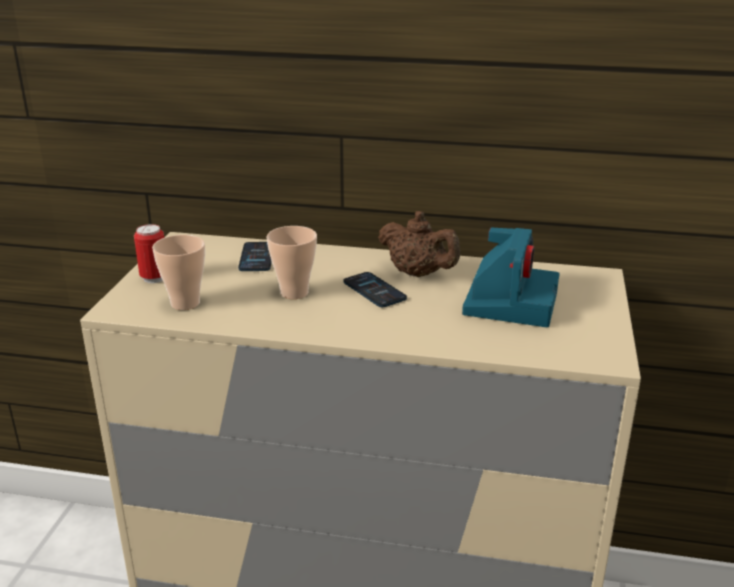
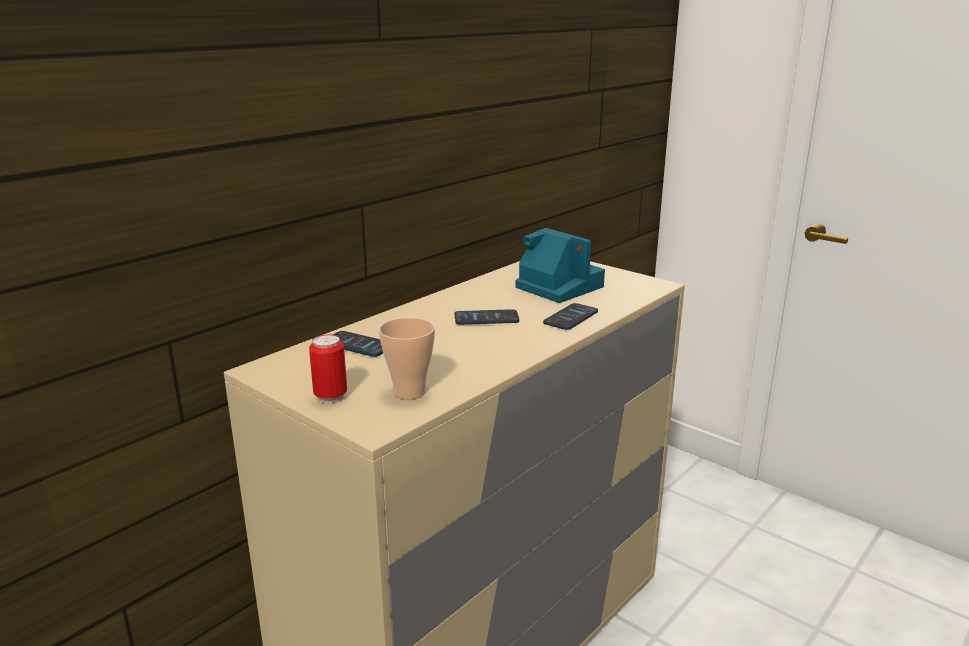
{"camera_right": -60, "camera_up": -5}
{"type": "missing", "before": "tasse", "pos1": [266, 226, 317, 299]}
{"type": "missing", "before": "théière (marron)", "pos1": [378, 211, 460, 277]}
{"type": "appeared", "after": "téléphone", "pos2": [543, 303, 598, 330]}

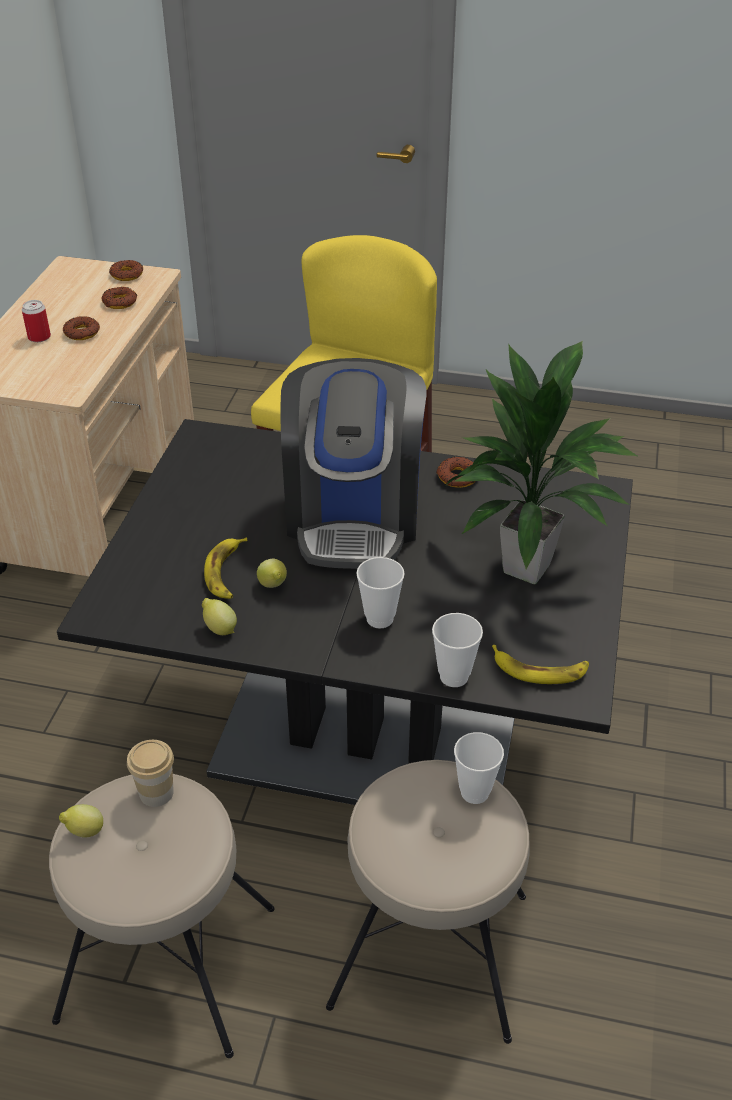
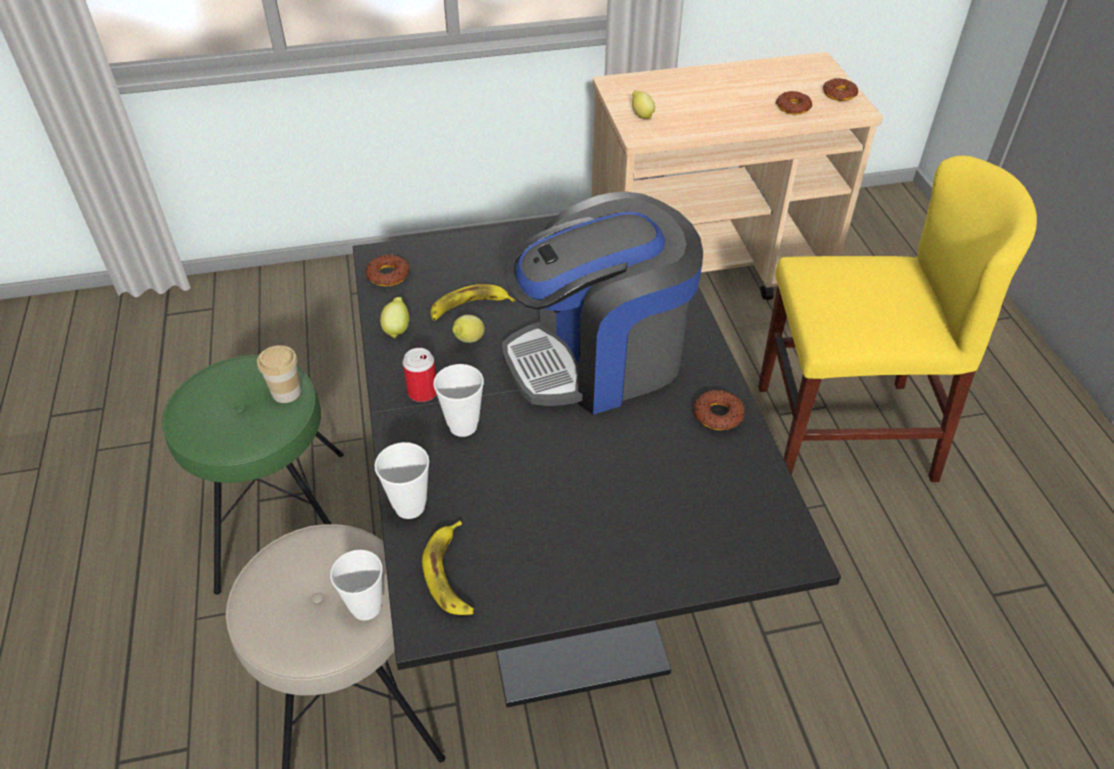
{"camera_right": 65, "camera_up": 5}
{"type": "missing", "before": "plante en pot", "pos1": [445, 341, 637, 584]}
{"type": "relocated", "before": "boîte métallique", "pos1": [22, 300, 51, 342], "pos2": [403, 348, 437, 402]}
{"type": "relocated", "before": "citron", "pos1": [59, 804, 103, 837], "pos2": [632, 90, 655, 119]}
{"type": "relocated", "before": "beignet", "pos1": [63, 316, 100, 340], "pos2": [365, 254, 409, 287]}
{"type": "colour", "before": "tabouret (beige)", "after": "tabouret (vert)", "pos1": [49, 774, 275, 1058], "pos2": [162, 355, 344, 595]}

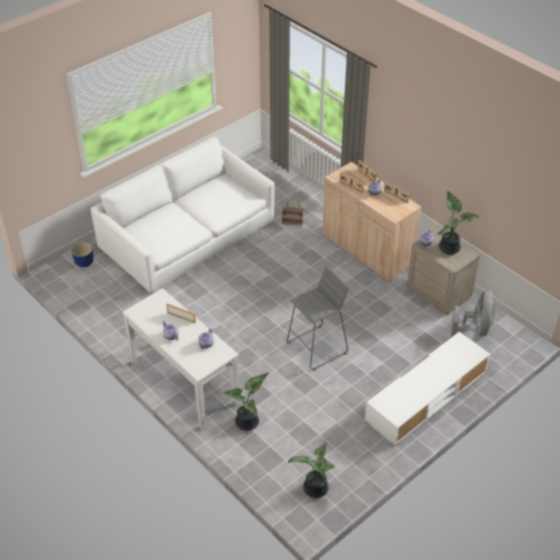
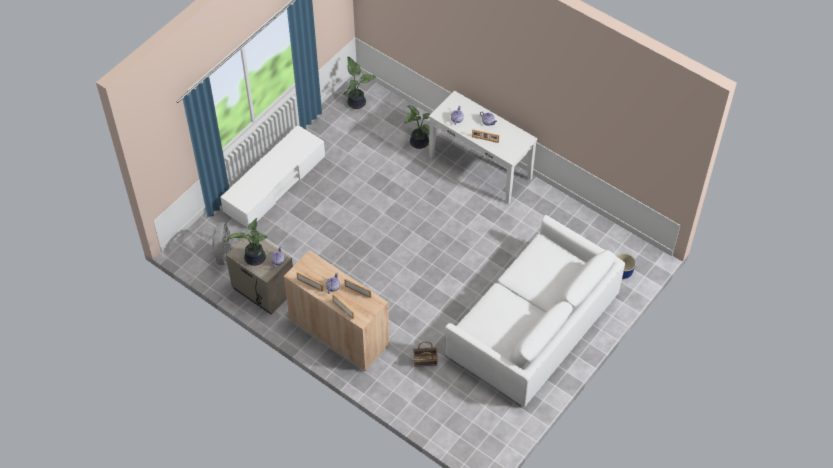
{"camera_right": 170, "camera_up": 10}
{"type": "missing", "before": "tabouret (gris)", "pos1": [286, 266, 348, 370]}

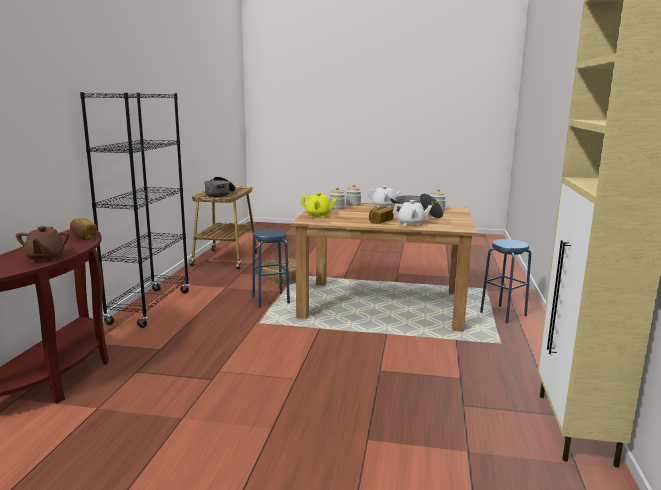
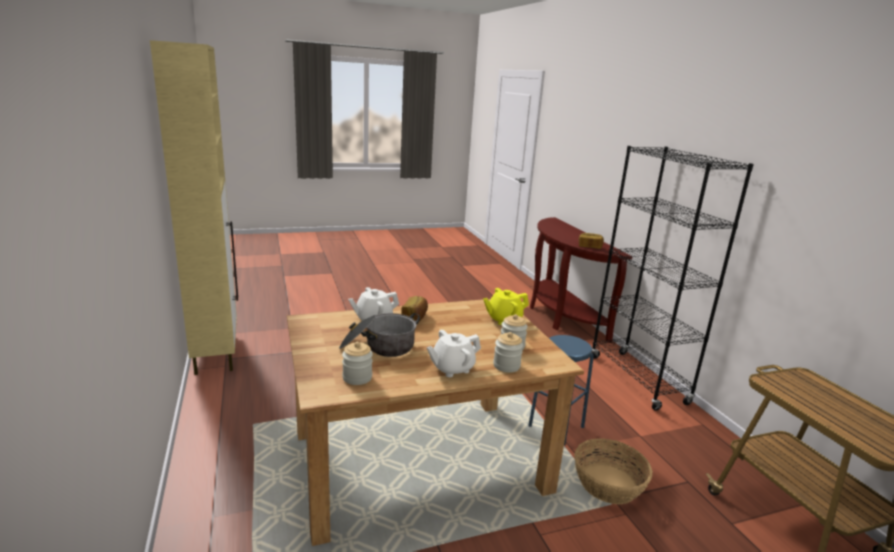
{"camera_right": 150, "camera_up": 5}
{"type": "missing", "before": "théière (marron)", "pos1": [16, 226, 69, 262]}
{"type": "missing", "before": "marmite", "pos1": [204, 177, 235, 197]}
{"type": "missing", "before": "tabouret (bleu)", "pos1": [480, 239, 531, 323]}

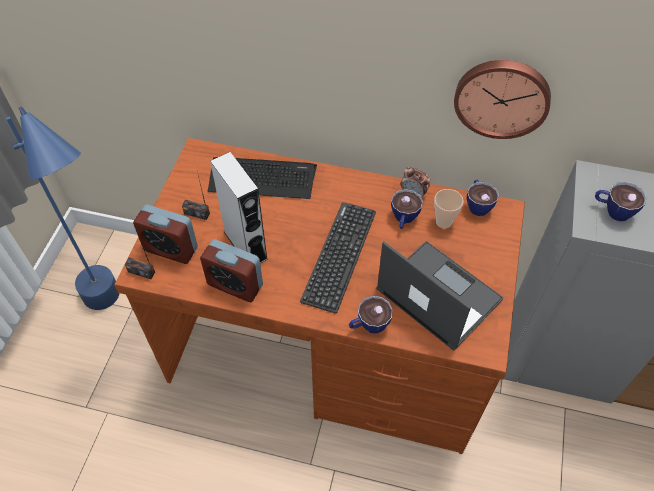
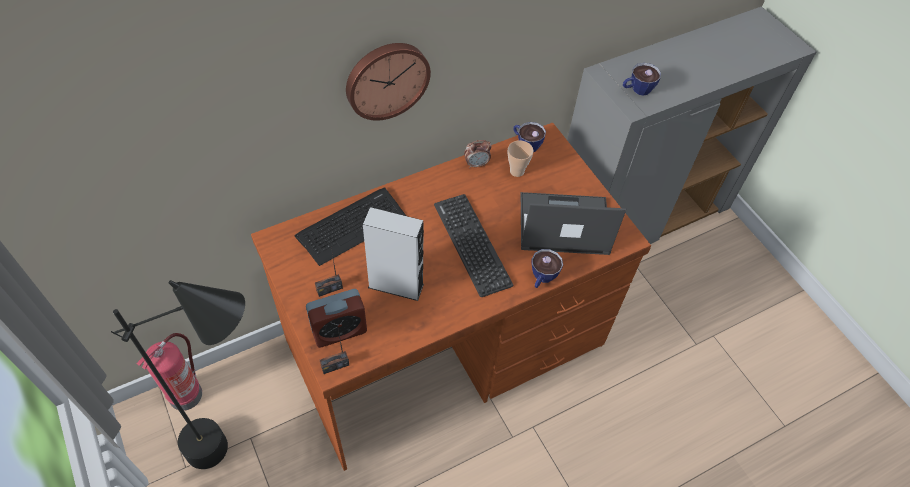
{"camera_right": -45, "camera_up": 0}
{"type": "missing", "before": "réveil", "pos1": [200, 239, 263, 302]}
{"type": "missing", "before": "tasse", "pos1": [391, 189, 423, 229]}
{"type": "appeared", "after": "extincteur", "pos2": [137, 333, 202, 411]}
{"type": "relocated", "before": "horloge murale", "pos1": [454, 60, 551, 139], "pos2": [346, 43, 431, 121]}
{"type": "colour", "before": "lampadaire (bleu)", "after": "lampadaire (noir)", "pos1": [6, 106, 120, 310], "pos2": [111, 280, 245, 469]}

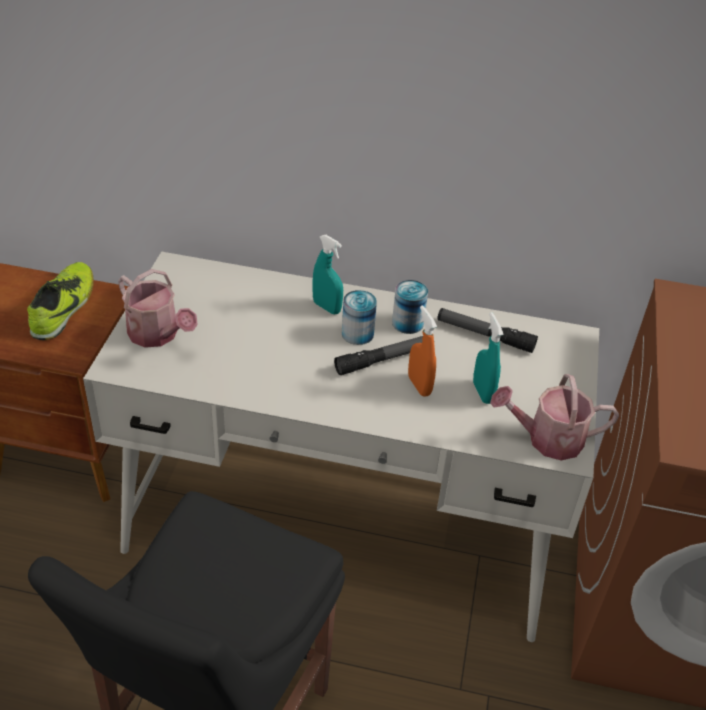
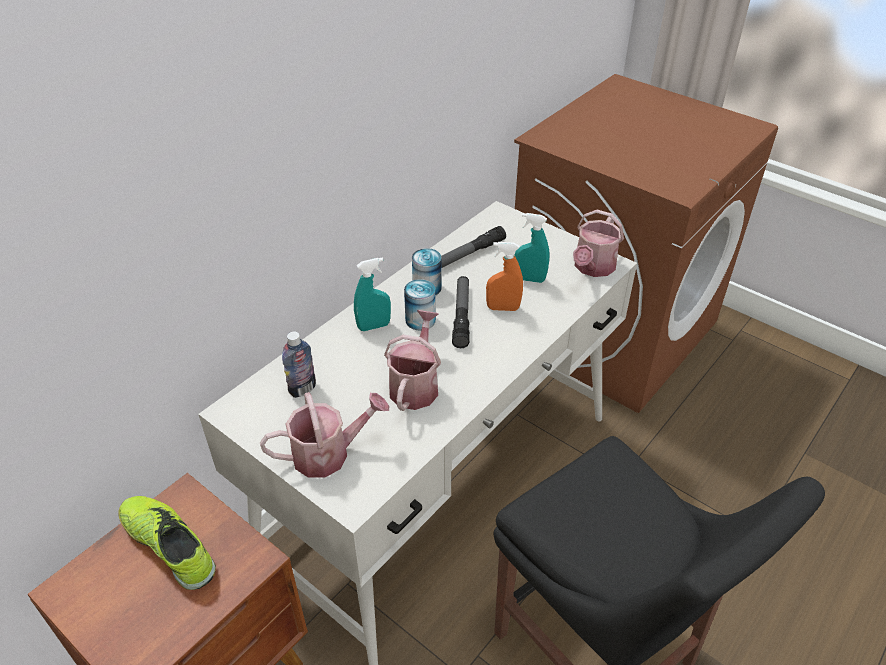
{"camera_right": -60, "camera_up": 0}
{"type": "appeared", "after": "bouteille", "pos2": [282, 331, 316, 398]}
{"type": "appeared", "after": "arrosoir", "pos2": [384, 310, 441, 411]}

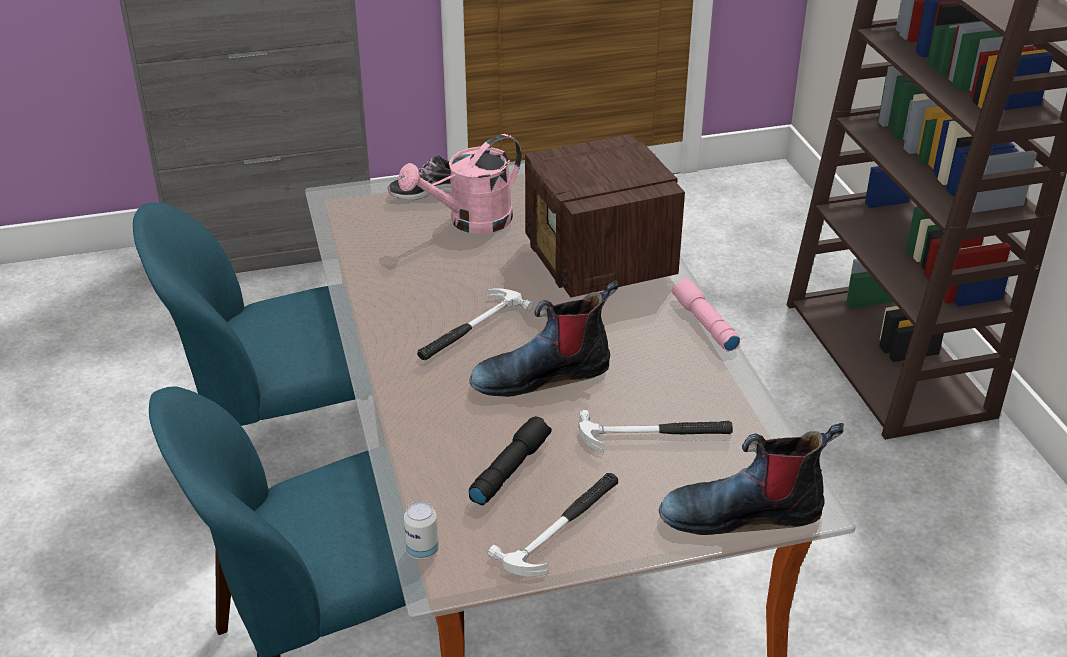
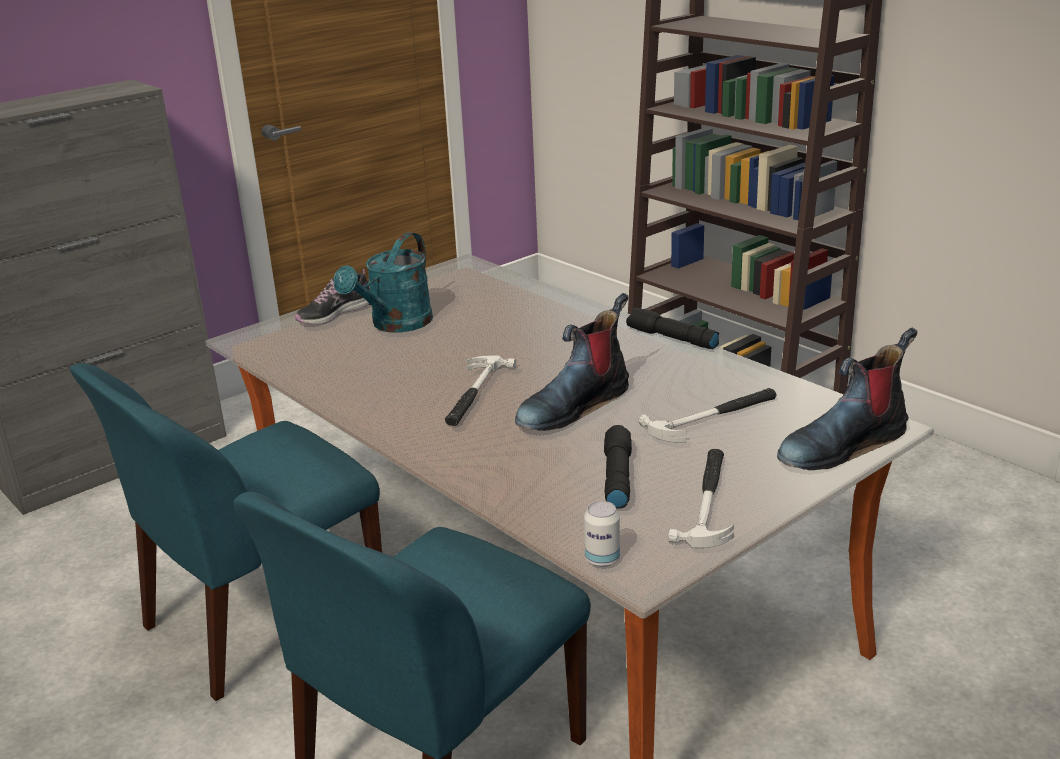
{"camera_right": -25, "camera_up": -10}
{"type": "missing", "before": "radio", "pos1": [525, 134, 685, 298]}
{"type": "colour", "before": "arrosoir (rose)", "after": "arrosoir (turquoise)", "pos1": [398, 134, 522, 234], "pos2": [333, 232, 433, 332]}
{"type": "colour", "before": "lampe de poche (rose)", "after": "lampe de poche (noir)", "pos1": [672, 278, 740, 352], "pos2": [626, 308, 719, 349]}

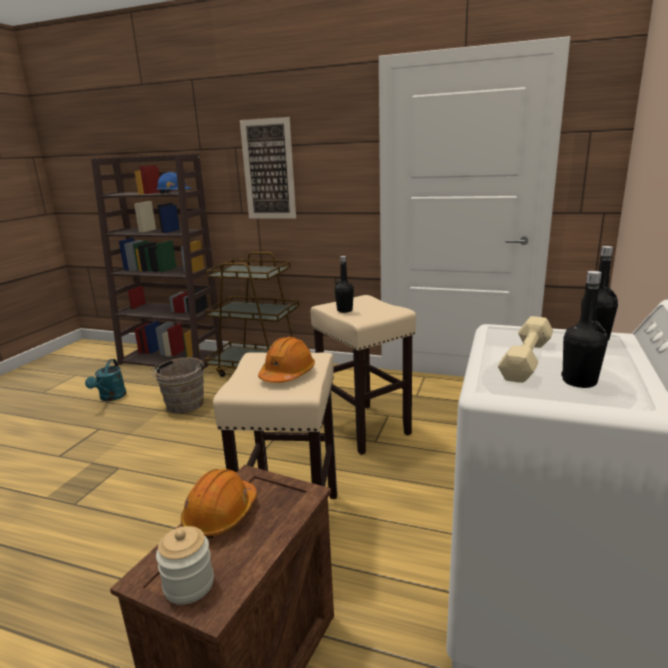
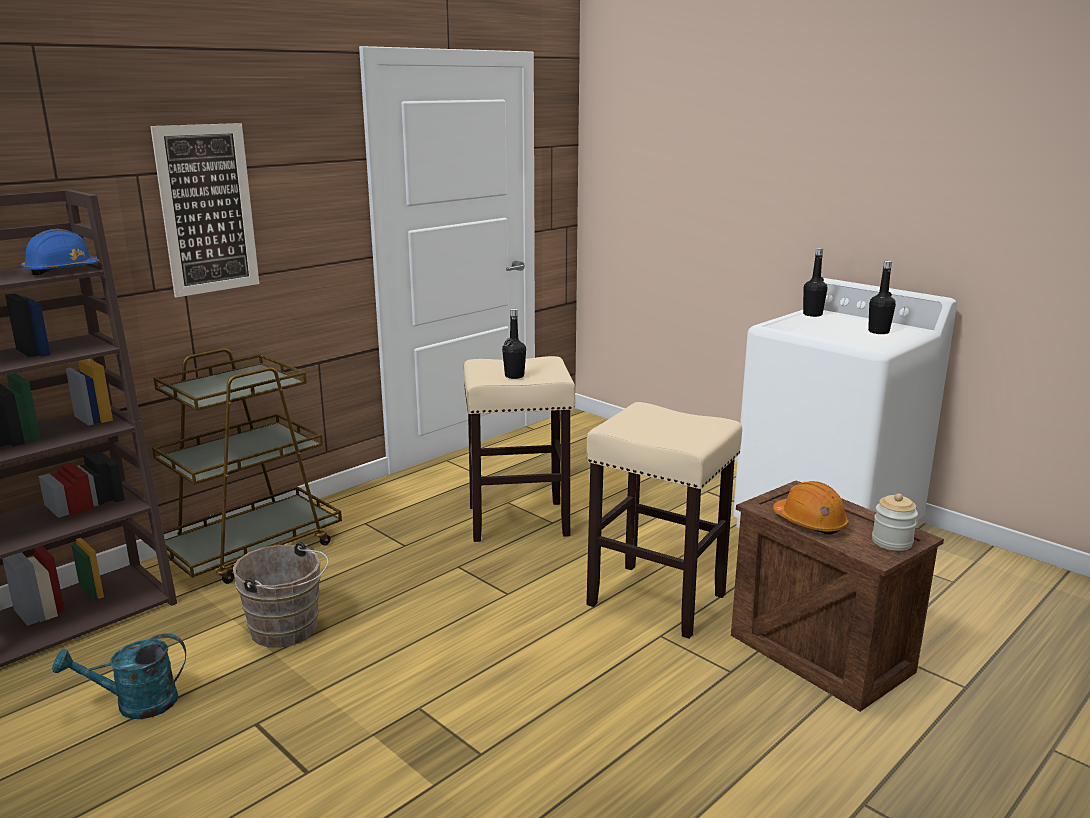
{"camera_right": -65, "camera_up": 0}
{"type": "missing", "before": "casque de chantier (orange)", "pos1": [258, 337, 315, 383]}
{"type": "missing", "before": "haltère (beige)", "pos1": [498, 316, 553, 383]}
{"type": "spun", "before": "arrosoir (turquoise)", "pos1": [85, 359, 126, 401], "pos2": [52, 633, 186, 719], "turn": 135}

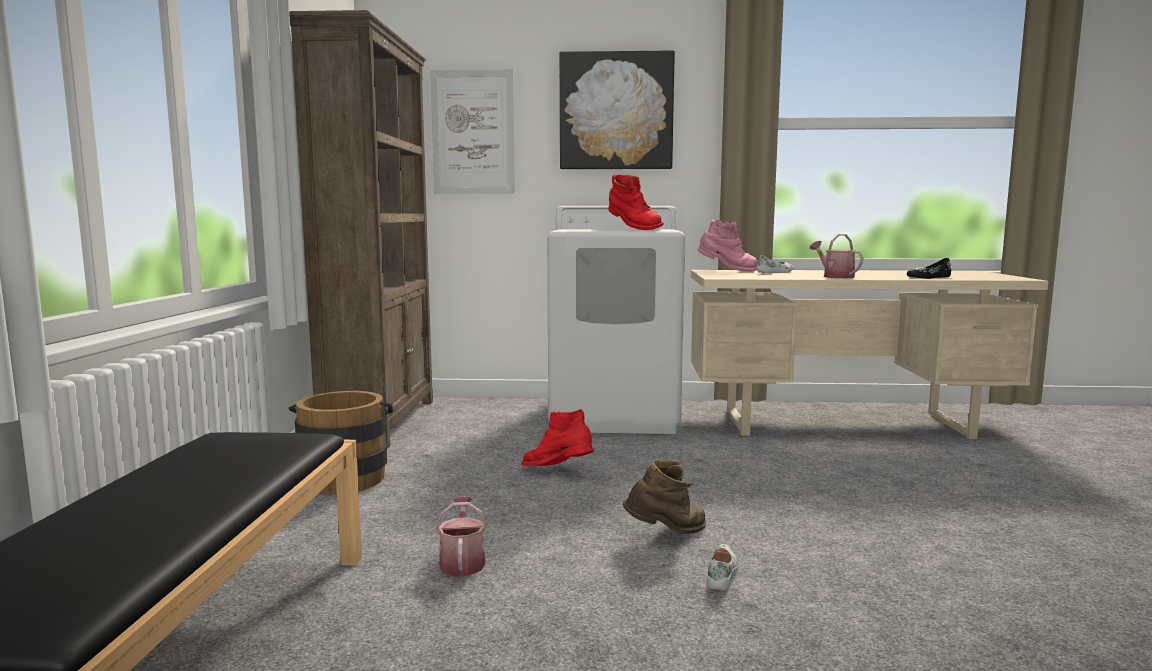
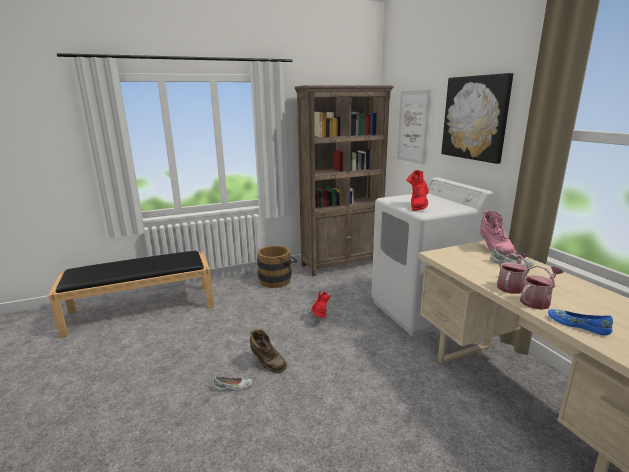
{"camera_right": 65, "camera_up": 10}
{"type": "relocated", "before": "arrosoir", "pos1": [436, 496, 487, 576], "pos2": [520, 265, 563, 310]}
{"type": "colour", "before": "chaussure (noir)", "after": "chaussure (bleu)", "pos1": [907, 258, 951, 279], "pos2": [548, 309, 613, 336]}

